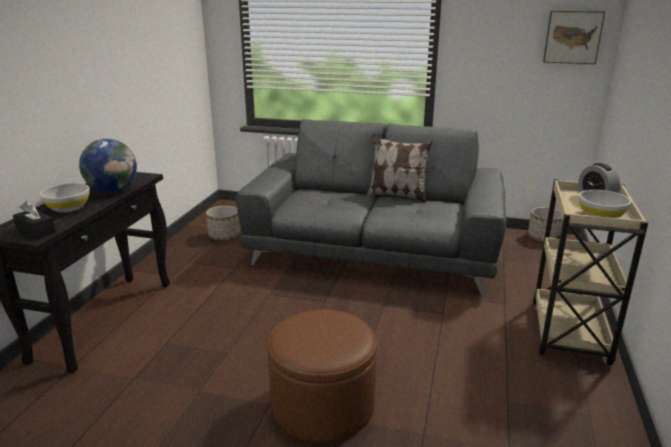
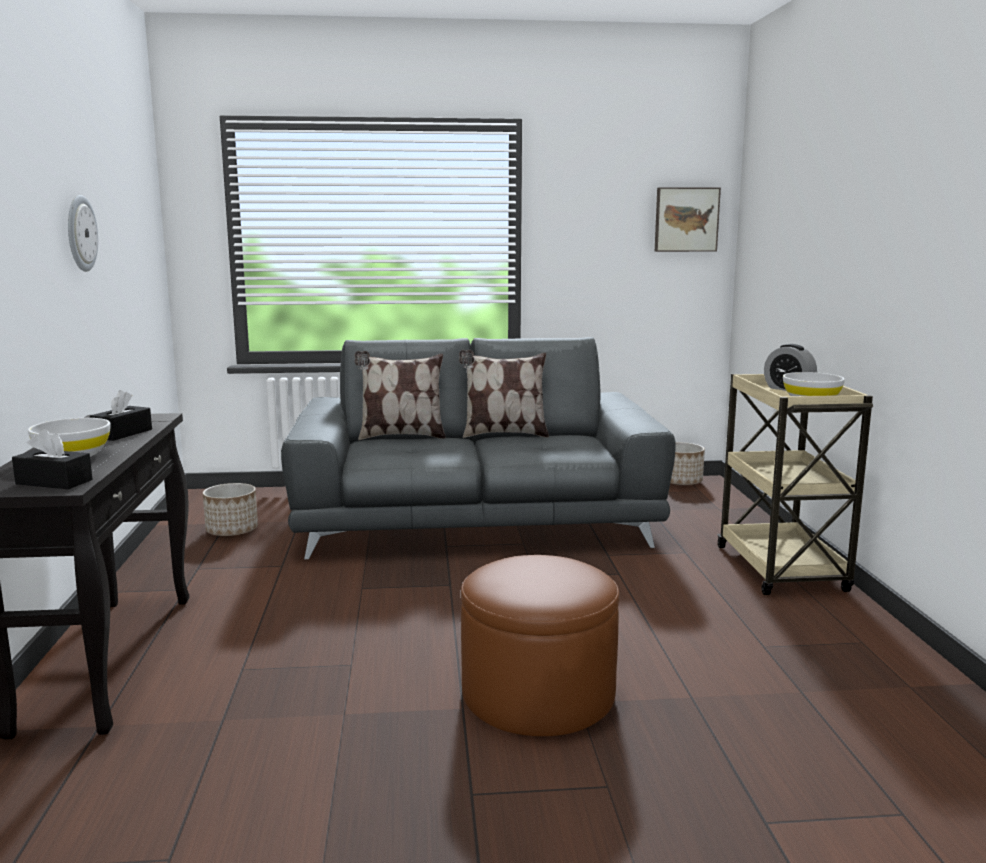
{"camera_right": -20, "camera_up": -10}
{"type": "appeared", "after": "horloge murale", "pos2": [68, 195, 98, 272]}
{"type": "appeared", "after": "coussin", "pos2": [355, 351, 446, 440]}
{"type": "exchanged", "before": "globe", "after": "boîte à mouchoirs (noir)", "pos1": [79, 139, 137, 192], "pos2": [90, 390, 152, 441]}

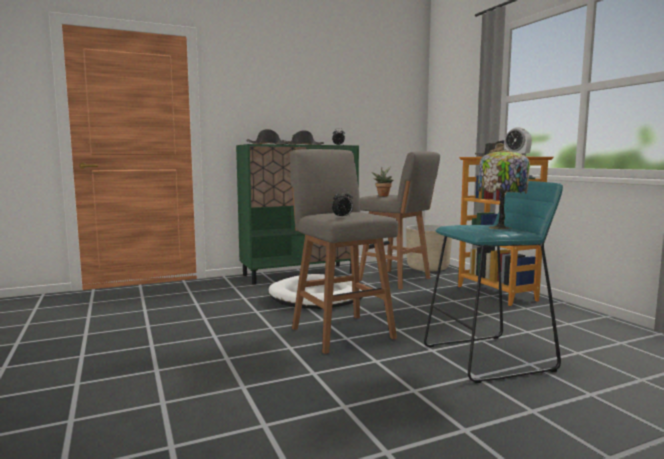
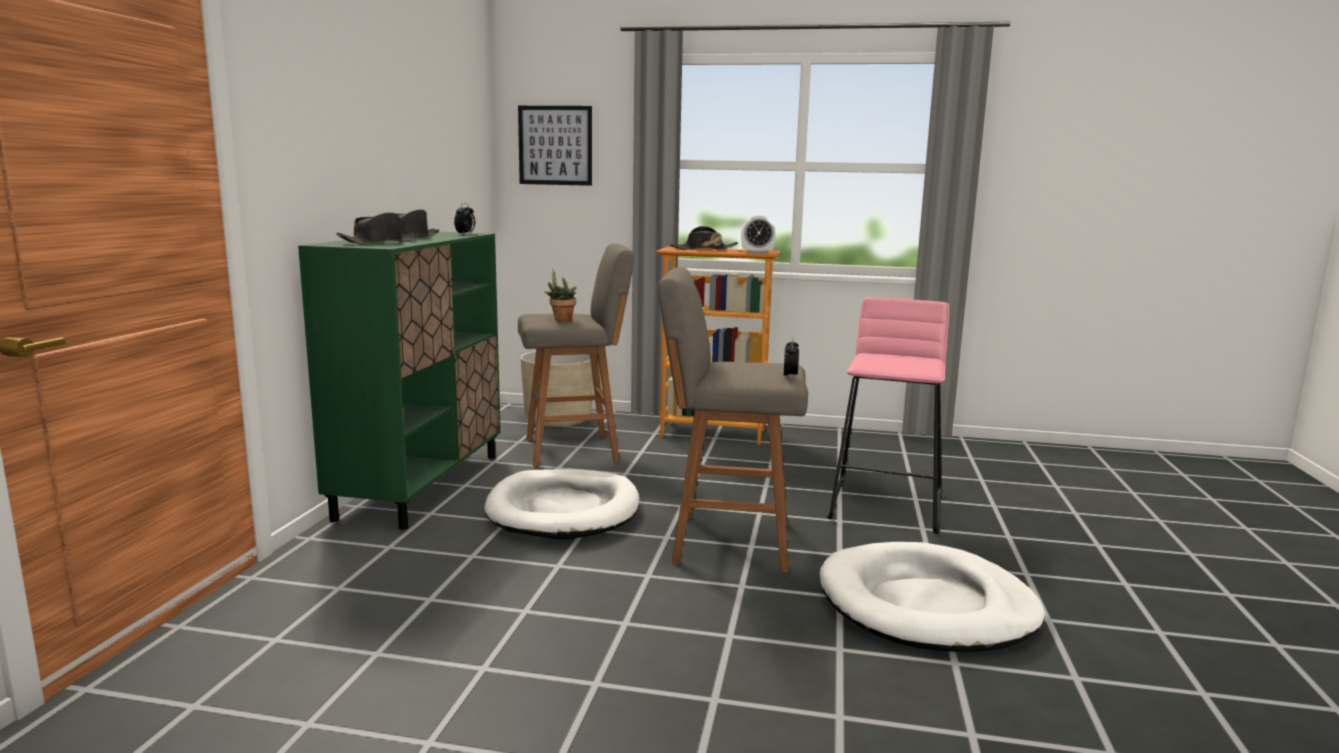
{"camera_right": -55, "camera_up": 5}
{"type": "missing", "before": "lampe de table", "pos1": [477, 149, 530, 229]}
{"type": "appeared", "after": "tableau", "pos2": [518, 106, 592, 186]}
{"type": "appeared", "after": "panier pour chien (blanc)", "pos2": [820, 542, 1045, 652]}
{"type": "colour", "before": "tabouret (turquoise)", "after": "tabouret (rose)", "pos1": [424, 181, 563, 383], "pos2": [827, 298, 949, 534]}

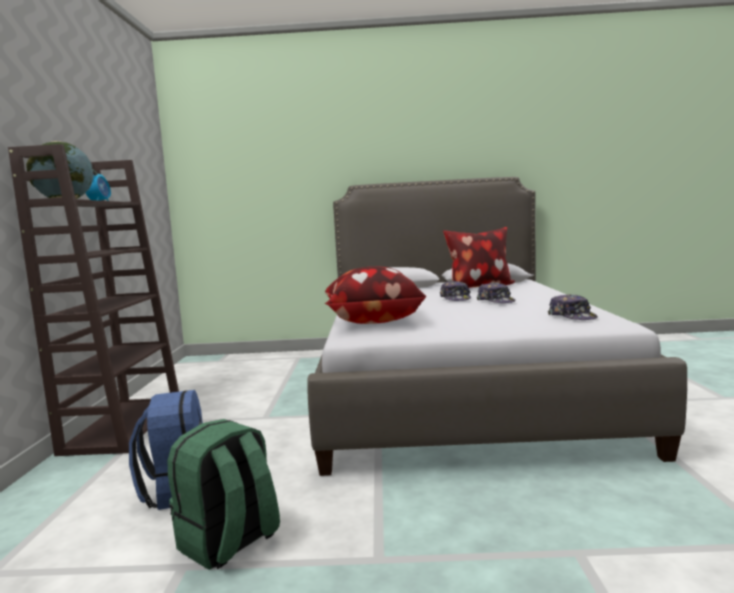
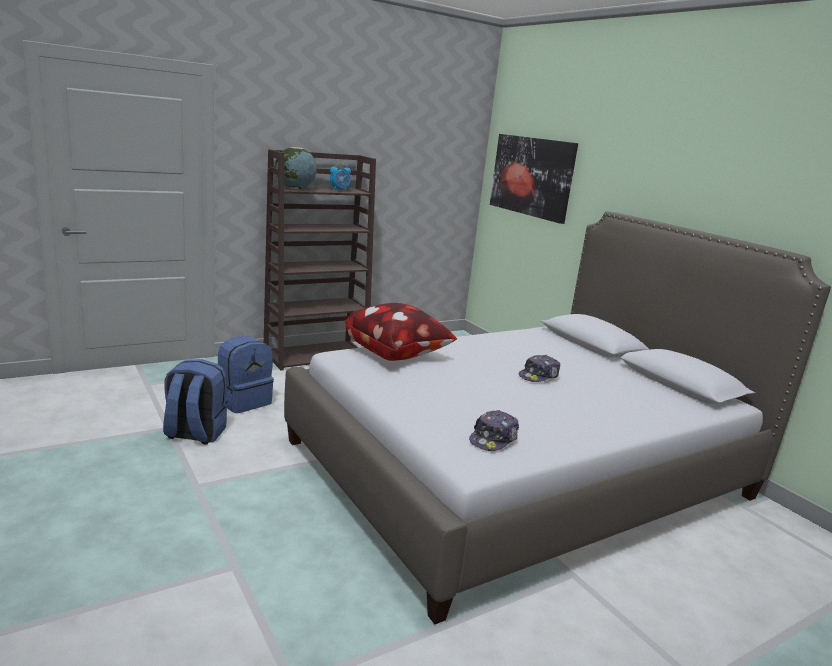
{"camera_right": 55, "camera_up": 10}
{"type": "missing", "before": "coussin", "pos1": [443, 227, 515, 288]}
{"type": "missing", "before": "casquette", "pos1": [477, 282, 515, 303]}
{"type": "appeared", "after": "tableau", "pos2": [490, 134, 578, 224]}
{"type": "colour", "before": "sac à dos (vert)", "after": "sac à dos (bleu)", "pos1": [168, 419, 280, 570], "pos2": [163, 359, 227, 445]}

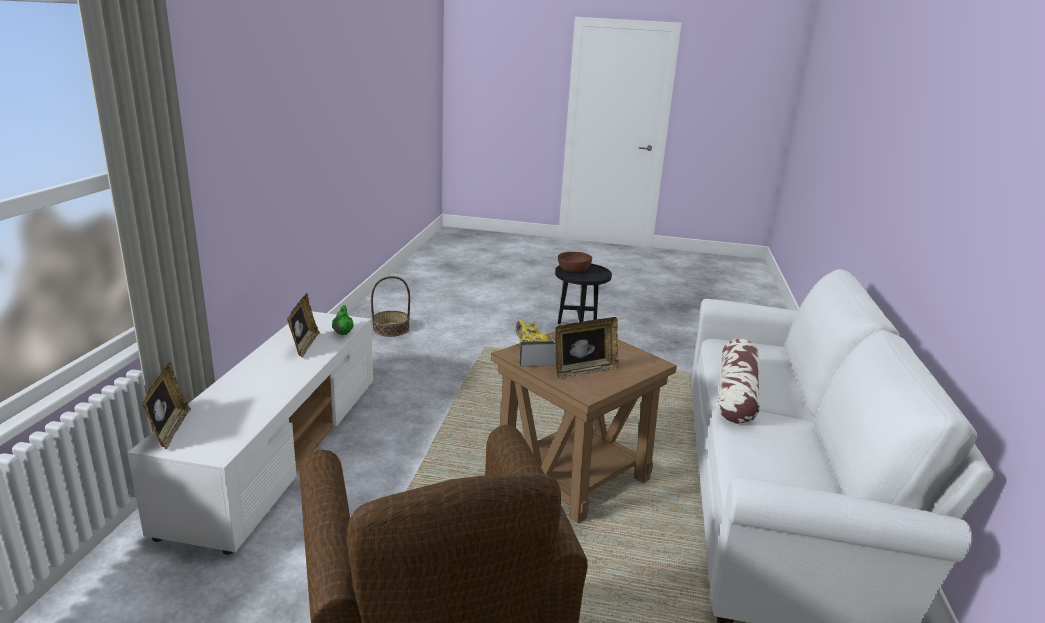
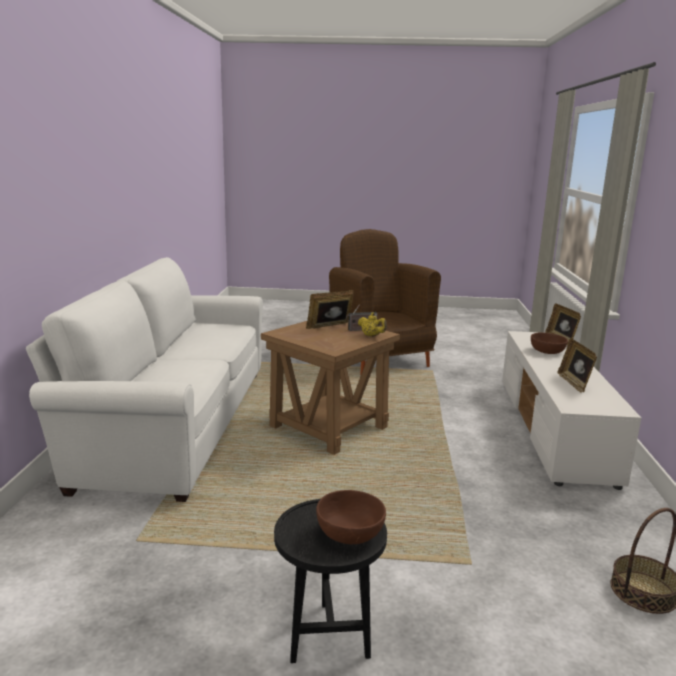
{"camera_right": 175, "camera_up": -5}
{"type": "missing", "before": "théière (vert)", "pos1": [332, 305, 354, 335]}
{"type": "missing", "before": "coussin", "pos1": [717, 339, 760, 424]}
{"type": "appeared", "after": "bol (marron)", "pos2": [531, 333, 568, 354]}

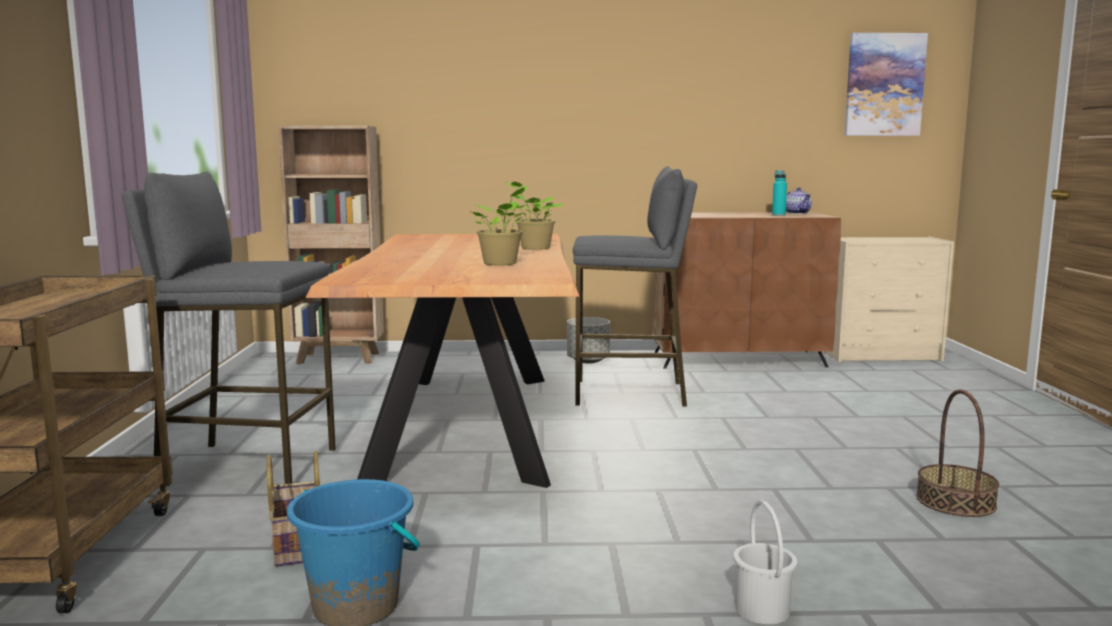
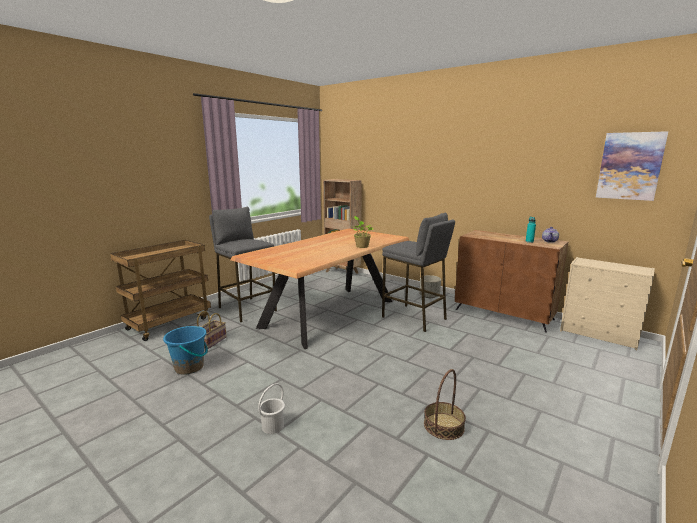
{"camera_right": 40, "camera_up": 5}
{"type": "missing", "before": "plante en pot", "pos1": [472, 186, 528, 265]}

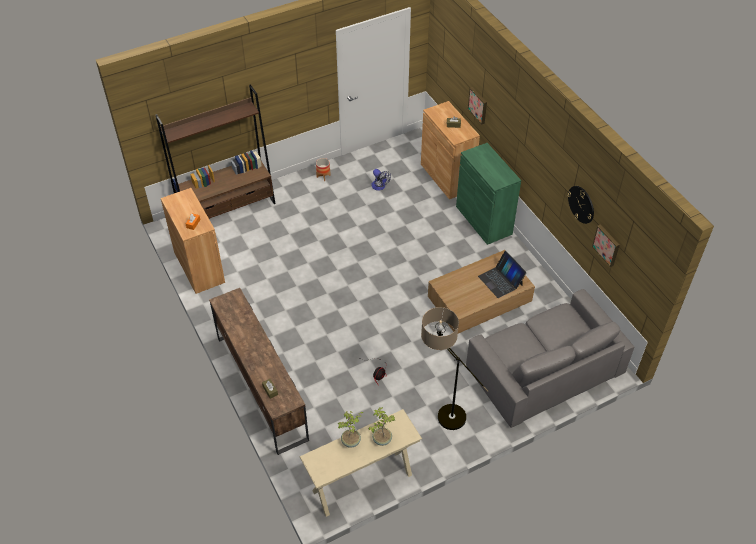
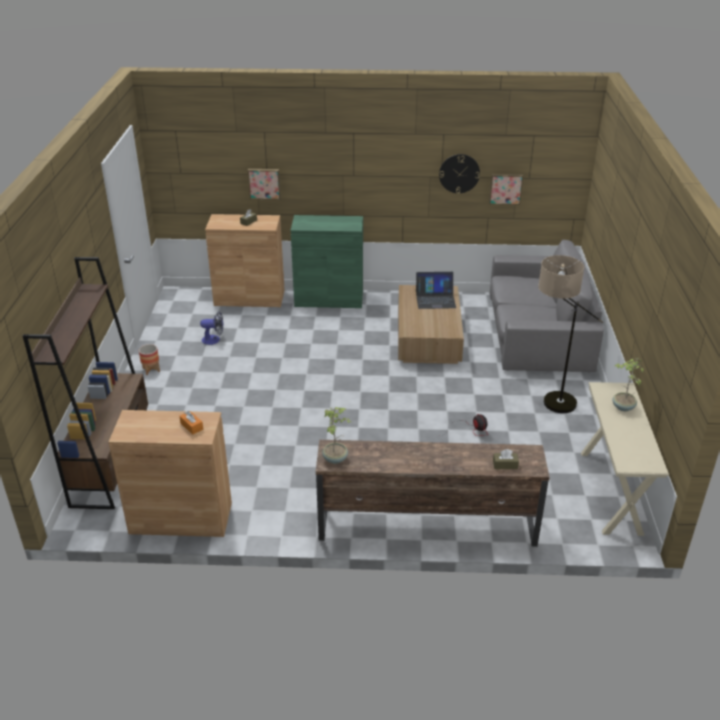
{"camera_right": -60, "camera_up": -15}
{"type": "relocated", "before": "plante en pot", "pos1": [337, 411, 363, 448], "pos2": [322, 407, 352, 464]}

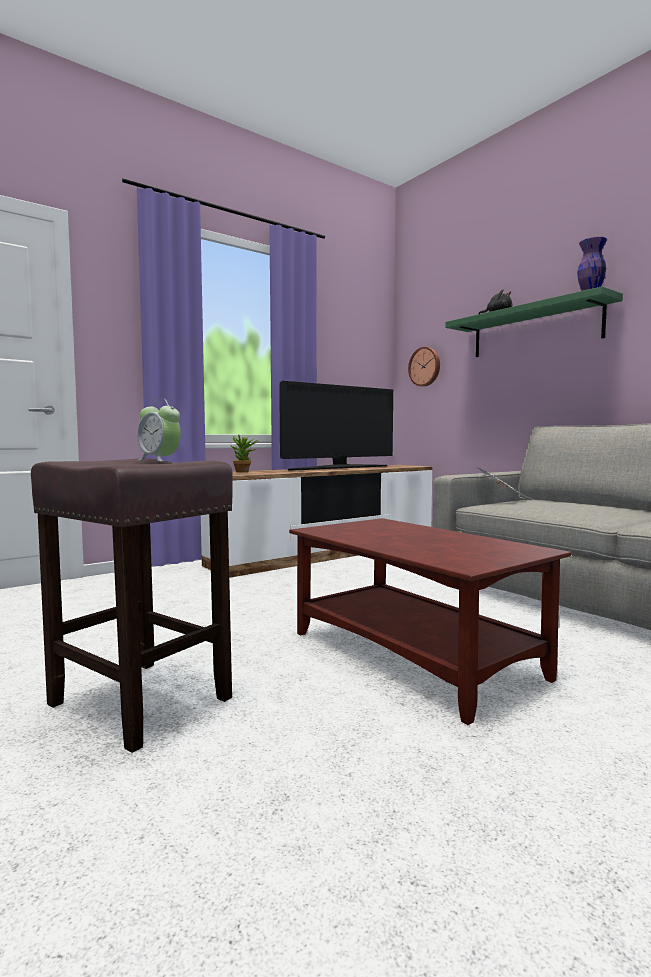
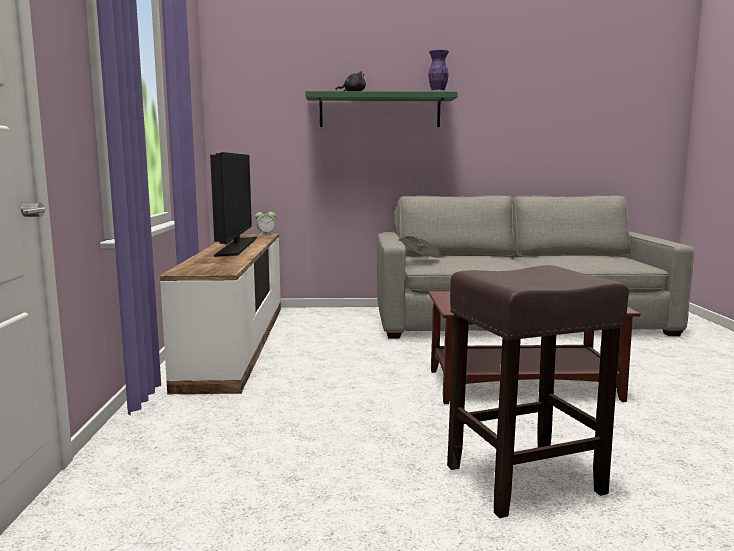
{"camera_right": -55, "camera_up": 5}
{"type": "missing", "before": "plante en pot", "pos1": [231, 434, 258, 472]}
{"type": "missing", "before": "horloge murale", "pos1": [408, 347, 440, 387]}
{"type": "relocated", "before": "réveil", "pos1": [137, 398, 181, 462], "pos2": [255, 209, 276, 236]}

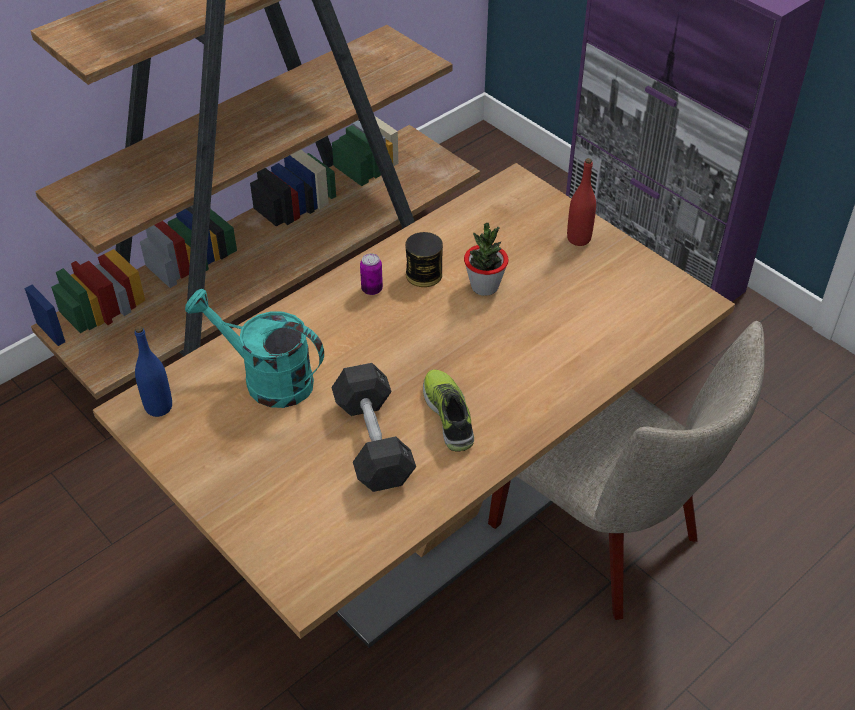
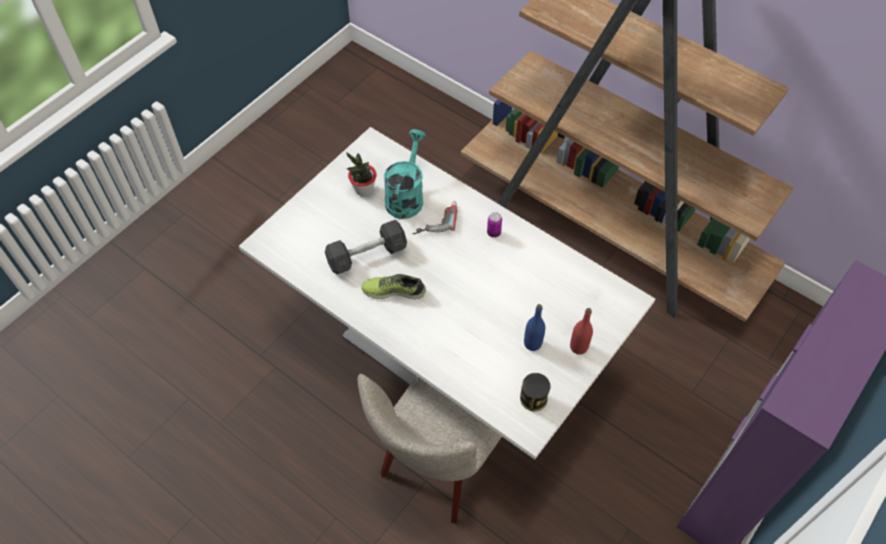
{"camera_right": 80, "camera_up": 10}
{"type": "appeared", "after": "perceuse", "pos2": [412, 201, 457, 234]}
{"type": "relocated", "before": "bouteille (bleu)", "pos1": [135, 326, 172, 417], "pos2": [524, 304, 545, 351]}
{"type": "relocated", "before": "boîte métallique", "pos1": [405, 232, 443, 287], "pos2": [520, 373, 551, 411]}
{"type": "relocated", "before": "plante en pot", "pos1": [464, 223, 509, 296], "pos2": [347, 153, 377, 197]}
{"type": "colour", "before": "table à manger (marron)", "after": "table à manger (blanc)", "pos1": [93, 163, 735, 648], "pos2": [239, 127, 655, 459]}
{"type": "spun", "before": "chaussure", "pos1": [423, 369, 474, 452], "pos2": [361, 274, 426, 299], "turn": -150}

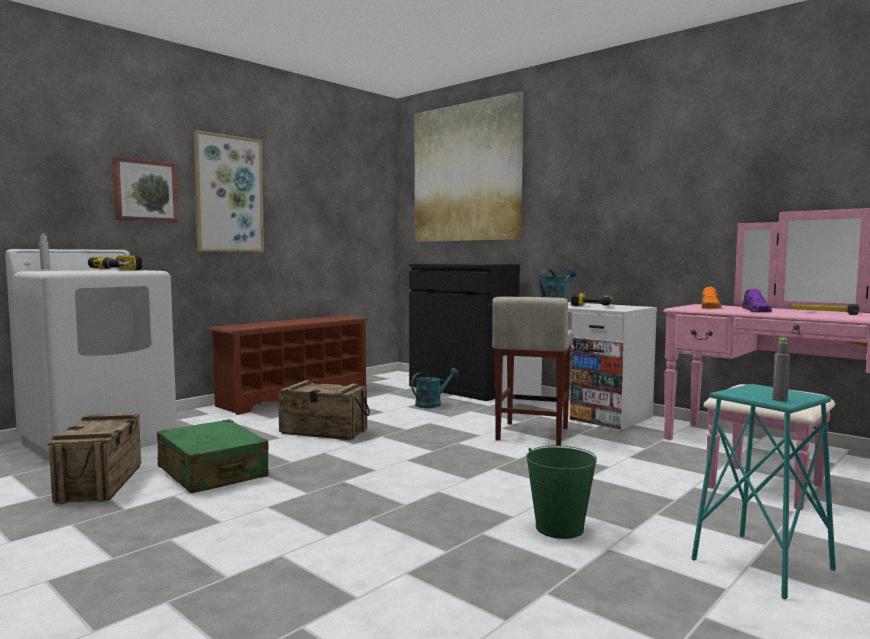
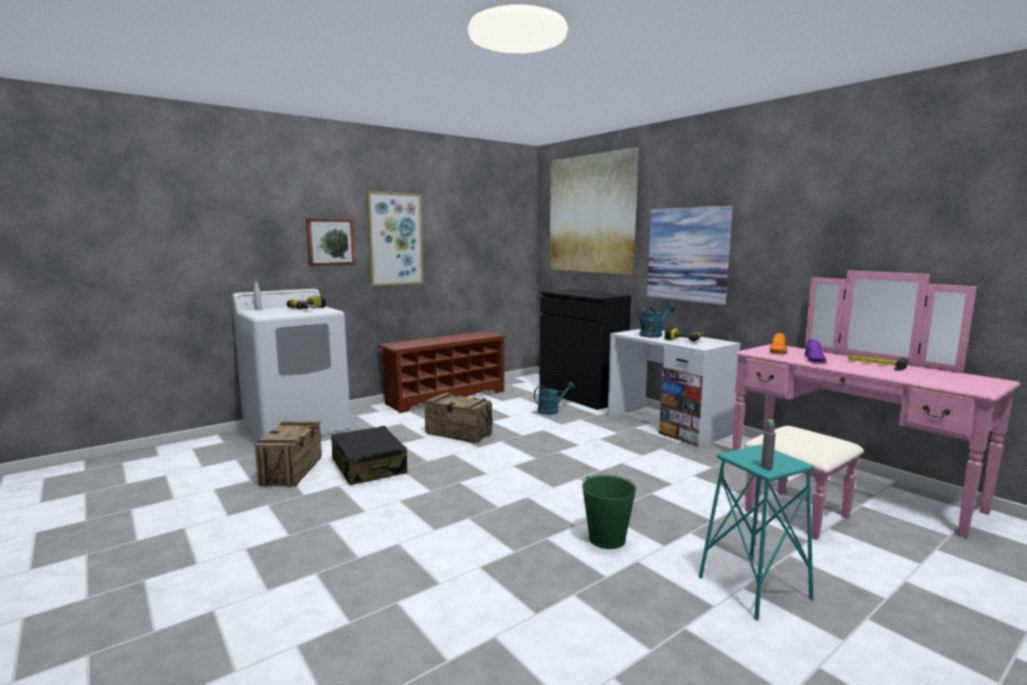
{"camera_right": 10, "camera_up": 5}
{"type": "missing", "before": "tabouret (beige)", "pos1": [492, 297, 573, 446]}
{"type": "appeared", "after": "tableau", "pos2": [647, 206, 733, 305]}
{"type": "colour", "before": "valise (vert)", "after": "valise (noir)", "pos1": [157, 419, 268, 493], "pos2": [331, 426, 407, 485]}

